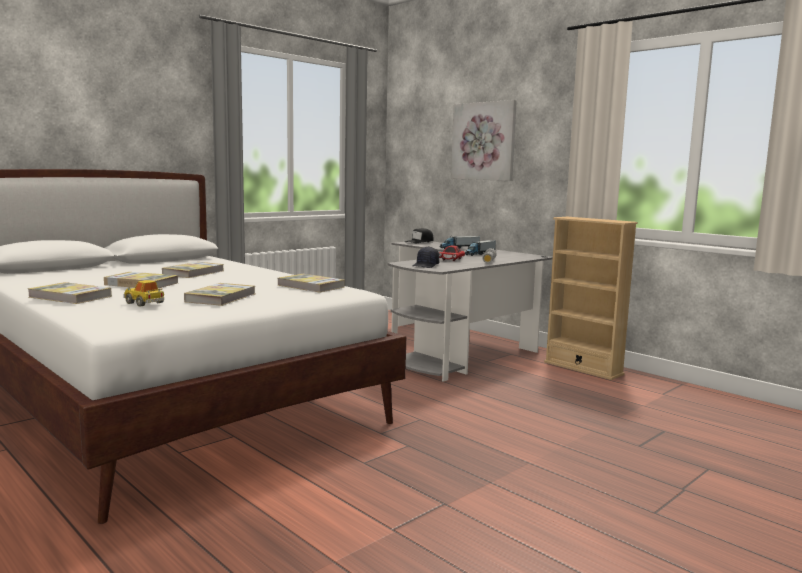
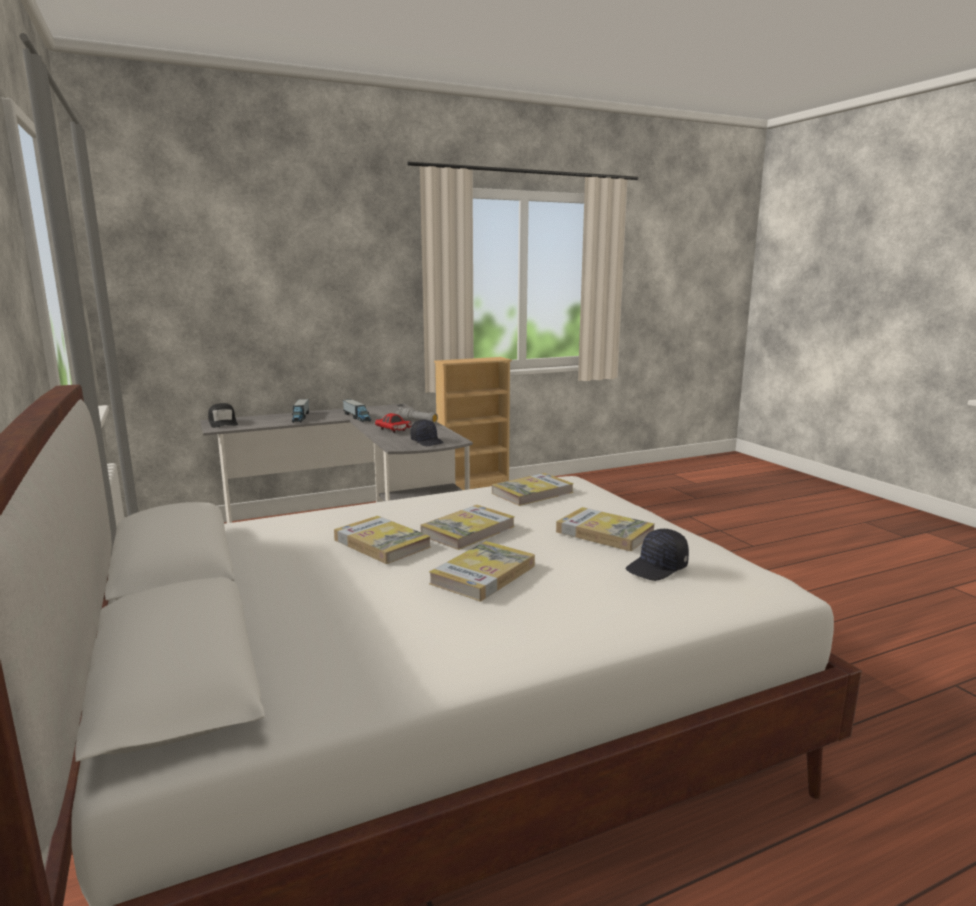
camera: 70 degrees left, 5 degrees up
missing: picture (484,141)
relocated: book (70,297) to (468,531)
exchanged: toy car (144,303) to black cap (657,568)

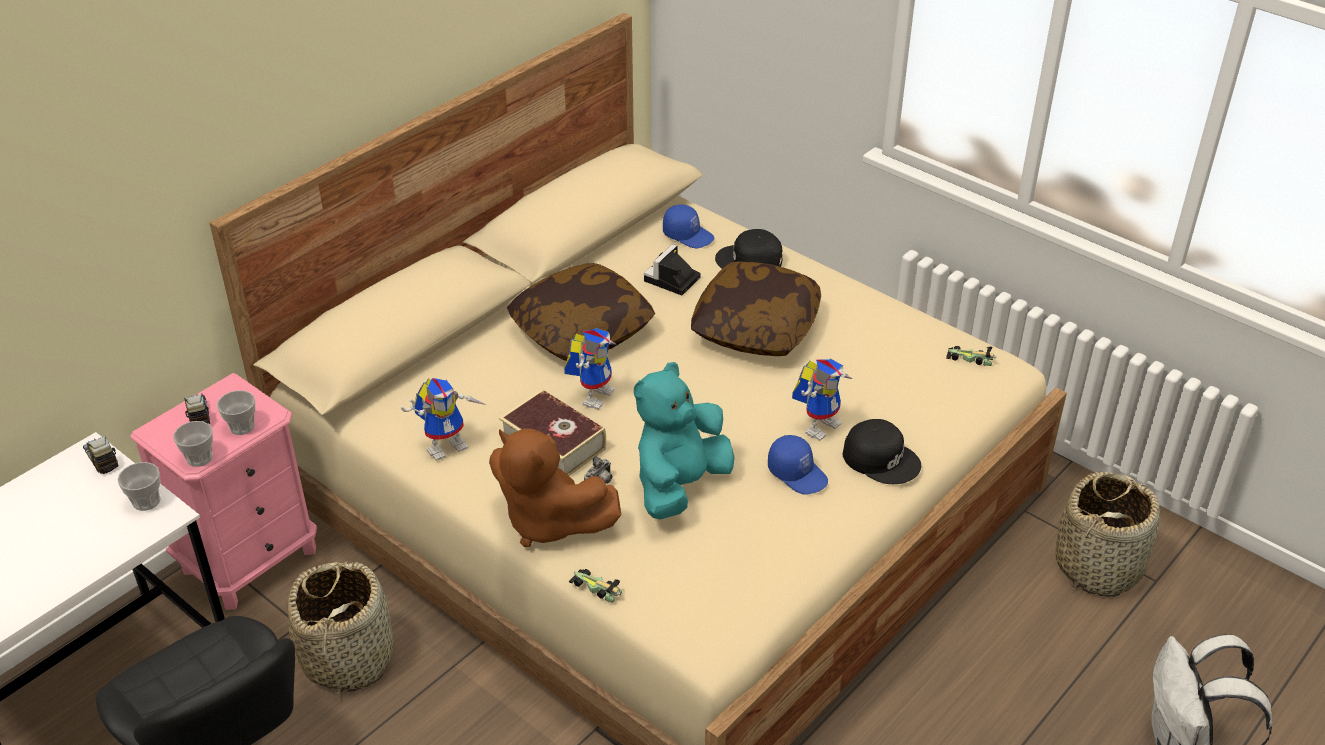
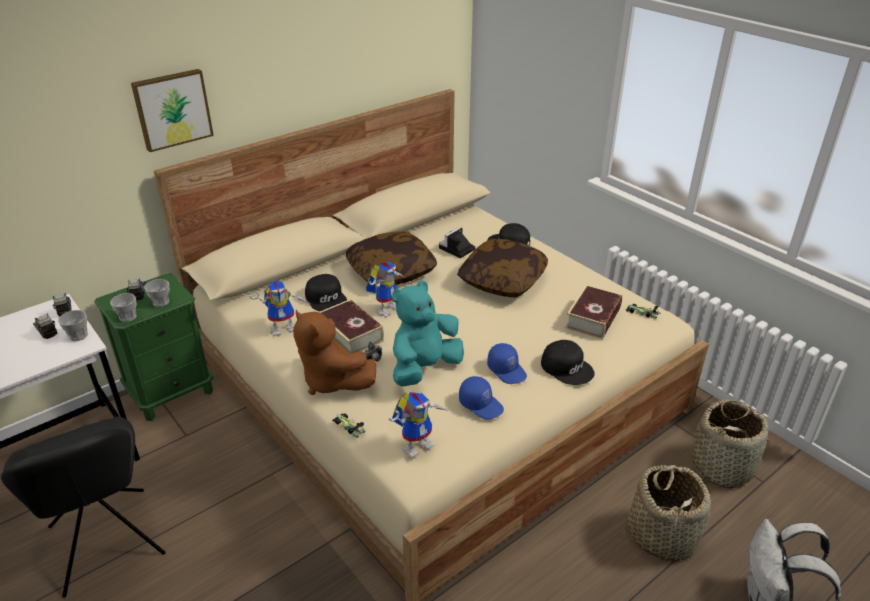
camera: 10 degrees right, 5 degrees down
appeared: toy truck (46,331); picture (172,109); black cap (326,298); book (593,318)
relocated: toy robot (820,424) to (417,443); blue cap (688,235) to (481,404); basket (348,657) to (662,534)
colour: pink nightstand (250,560) to green nightstand (171,393)

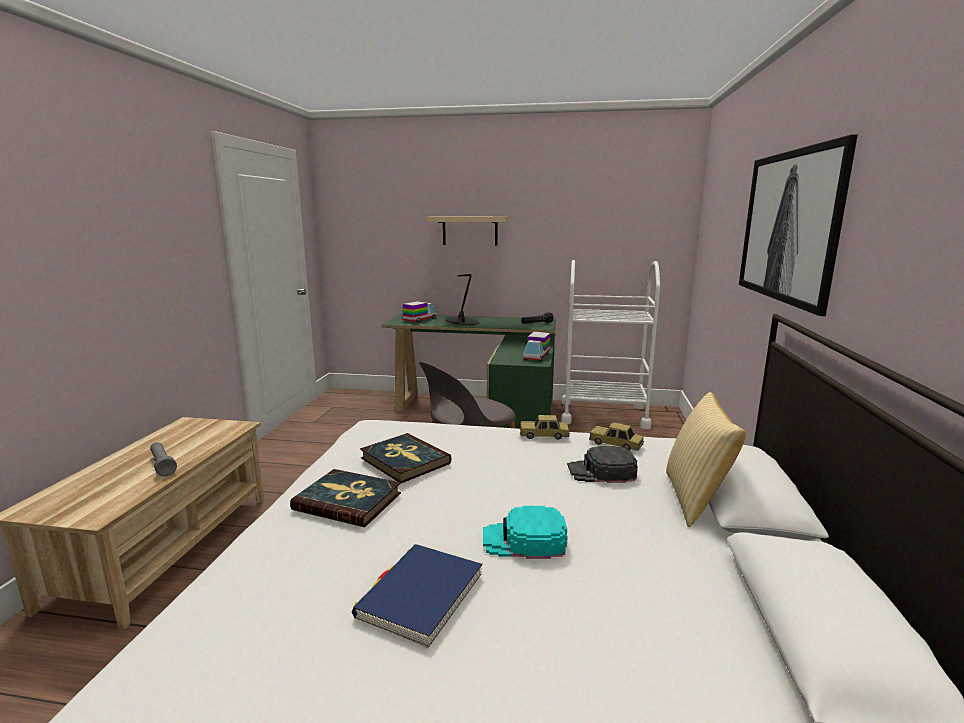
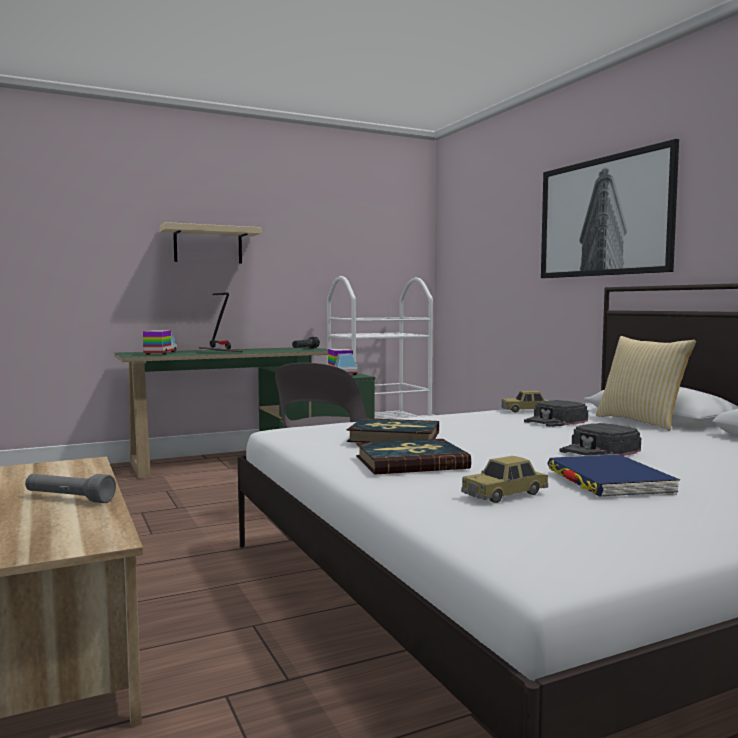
camera: 35 degrees left, 10 degrees down
relocated: toy car (544,435) to (505,494)
colour: turquoise cap (524,540) to black cap (599,451)

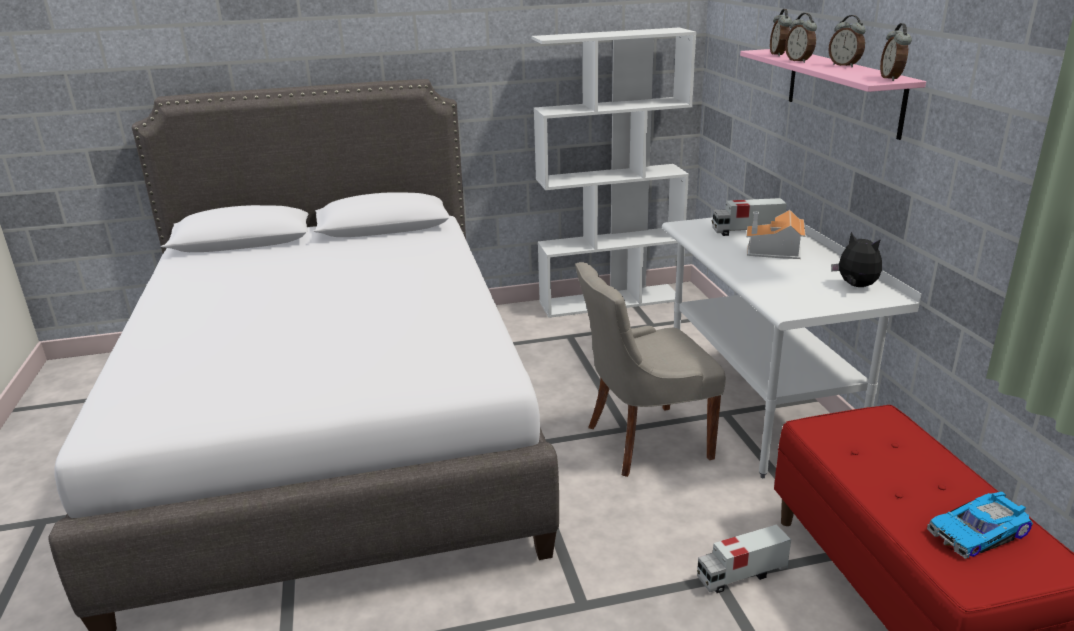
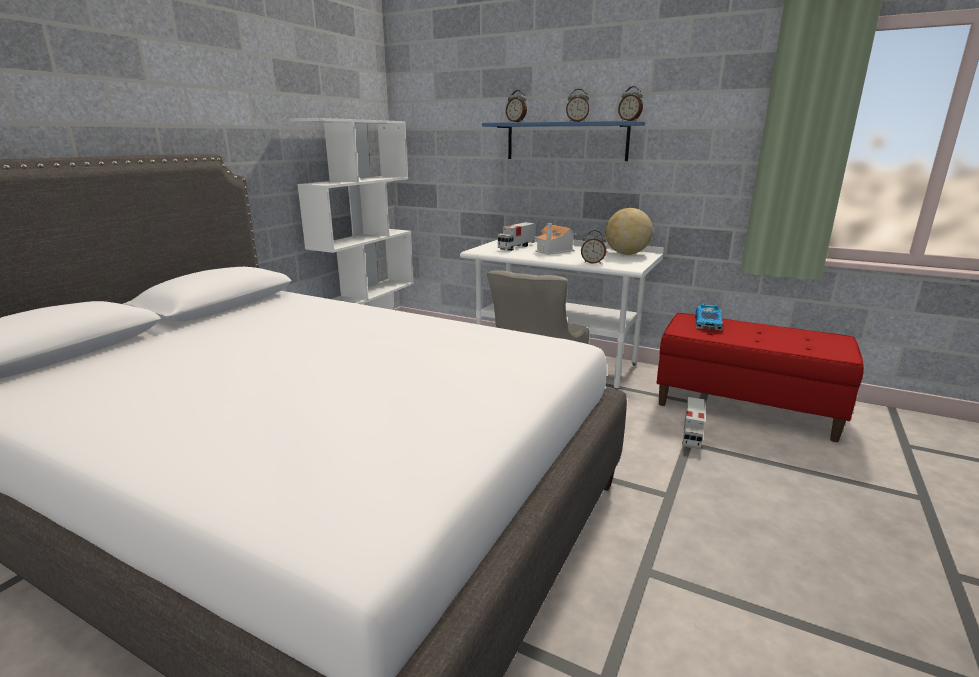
camera: 50 degrees left, 5 degrees down
relocated: alarm clock (799,61) to (592,263); toy car (979,534) to (708,323)
exchanged: plush toy (855,286) to globe (626,254)
colour: pink shelf (843,90) to blue shelf (566,141)

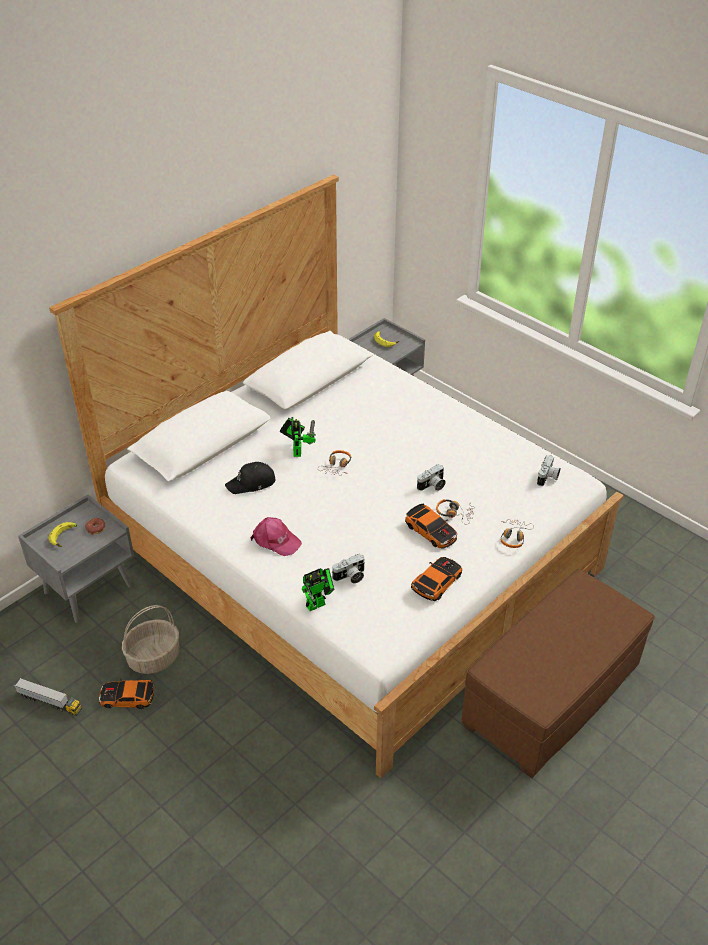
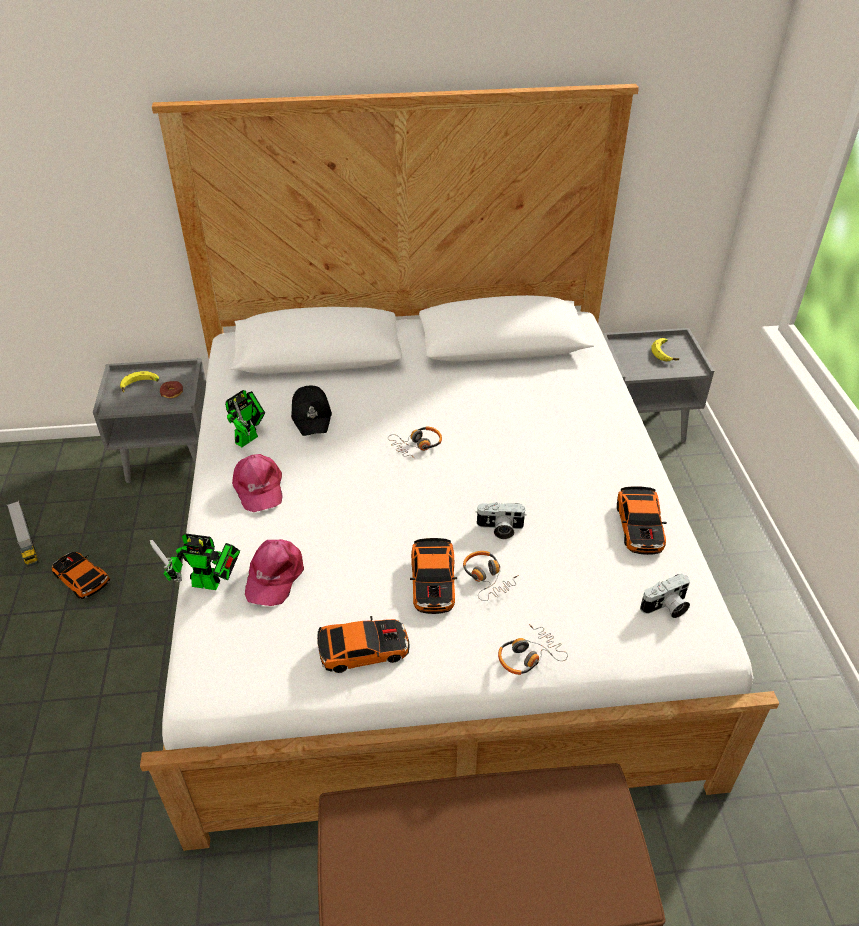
camera: 40 degrees right, 0 degrees up
missing: basket (154,657)
appeared: toy car (641,526)
relocated: toy robot (297,449) to (249,437)
exchanged: photo camera (350,577) to pink cap (274,575)
spun: black cap (251,483) = (312,416) 120 degrees counterclockwise

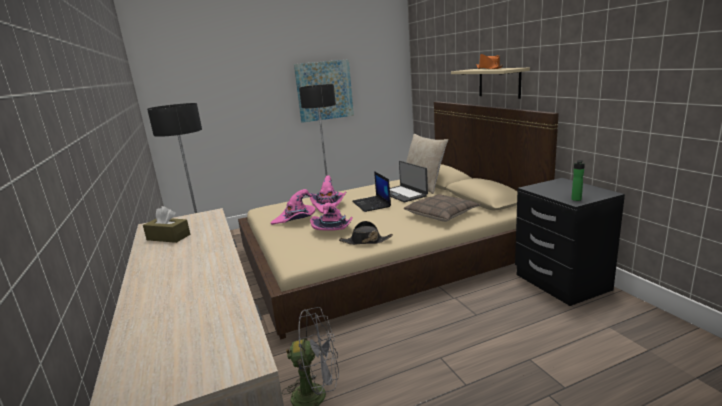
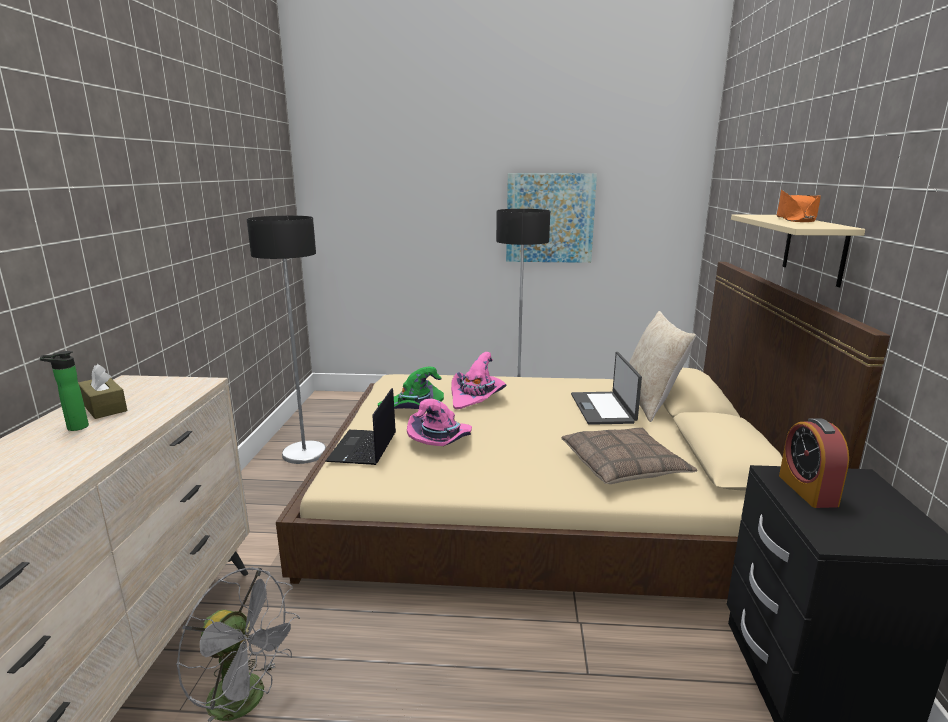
camera: 25 degrees right, 0 degrees up
missing: black hat (365,241)
appeared: alarm clock (807,490)
relocated: bottle (576,200) to (74,428); laptop (372,204) to (363,448)
colour: pink hat (296,219) to green hat (413,408)

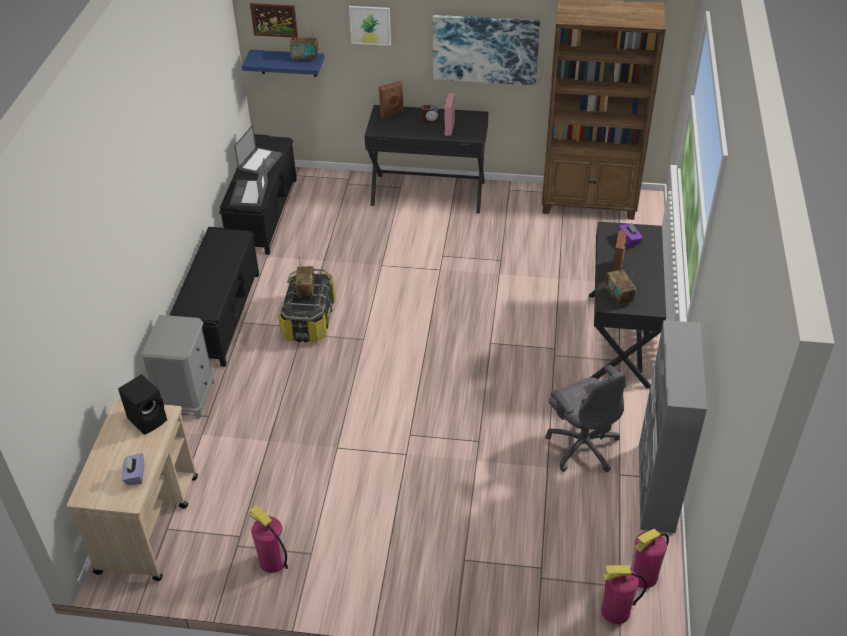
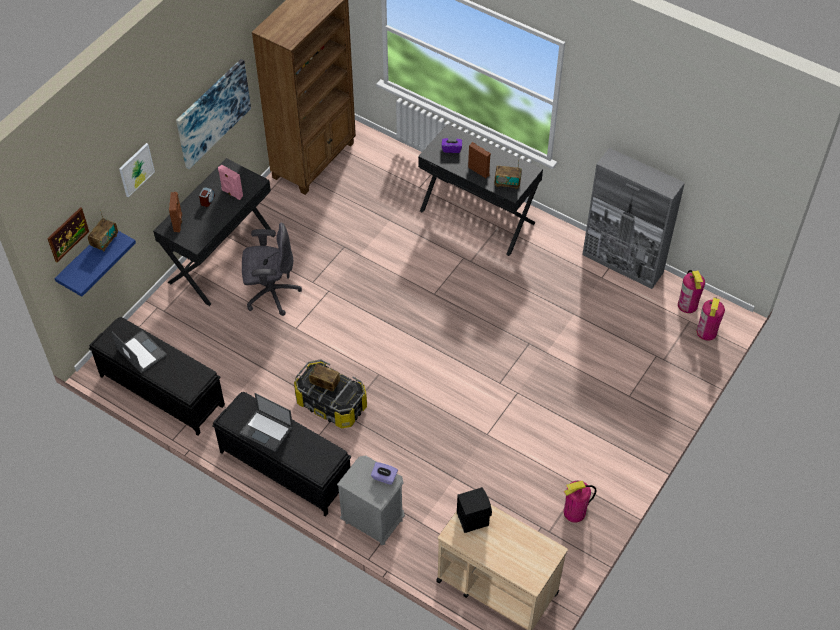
camera: 65 degrees left, 10 degrees up
relocated: laptop (249,194) to (267,430); grey office chair (582,446) to (271,293); purple tissue box (135,475) to (384,477)

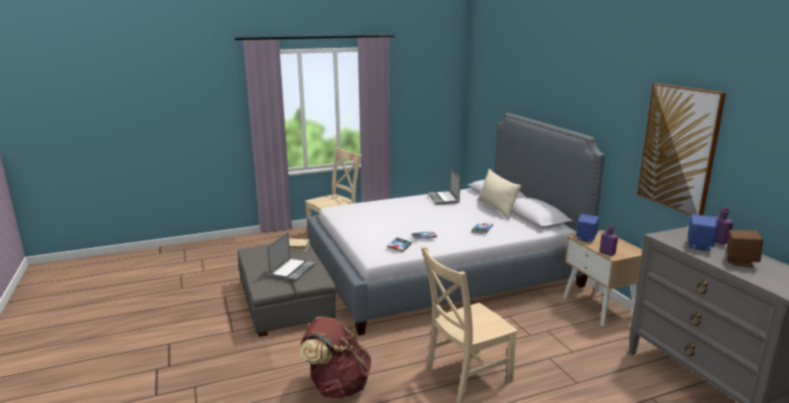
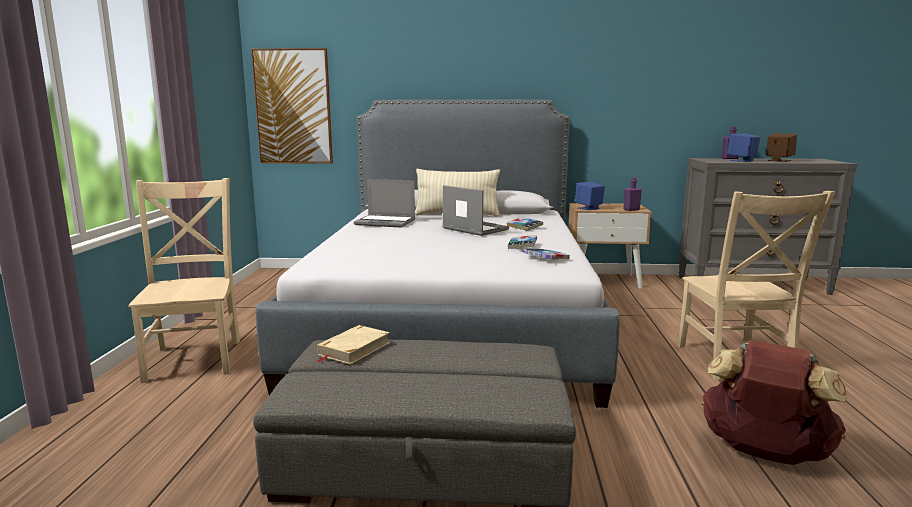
camera: 65 degrees left, 5 degrees down
relocated: picture (678,148) to (293,107); laptop (292,270) to (474,229)

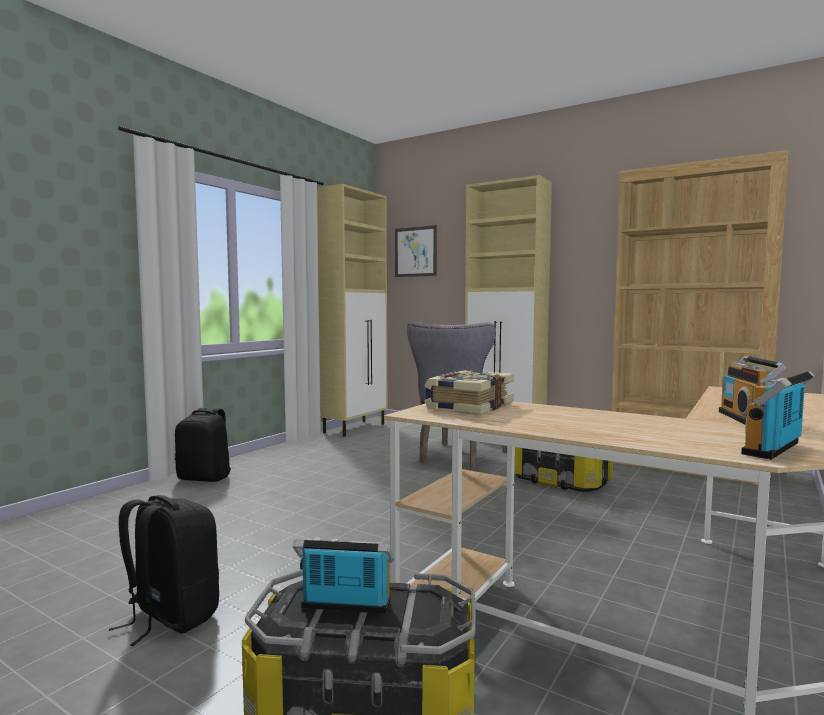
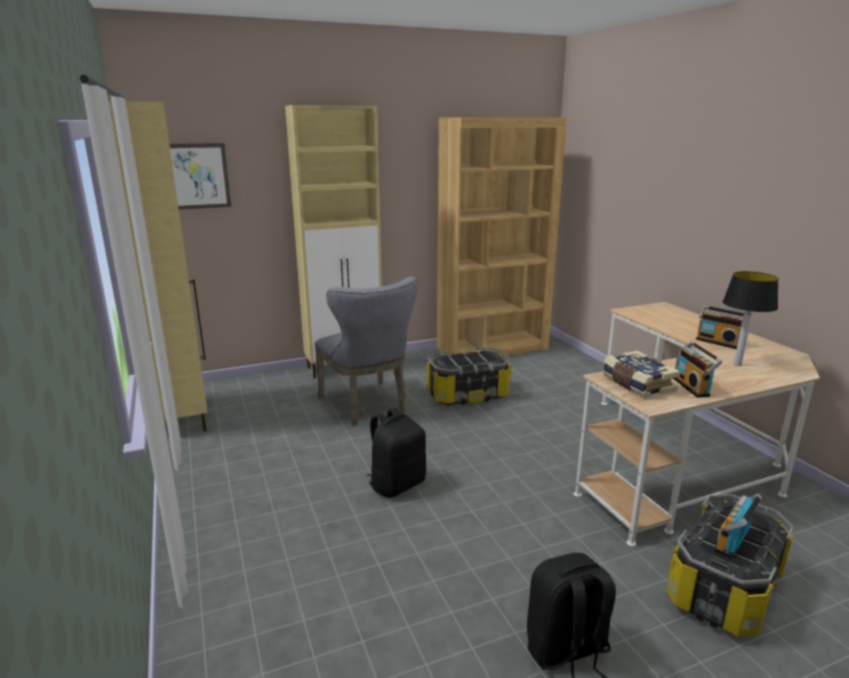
camera: 55 degrees left, 15 degrees up
appeared: table lamp (737,364)
relocated: black backpack (205,478) to (397,484); radio (776,449) to (692,387)

